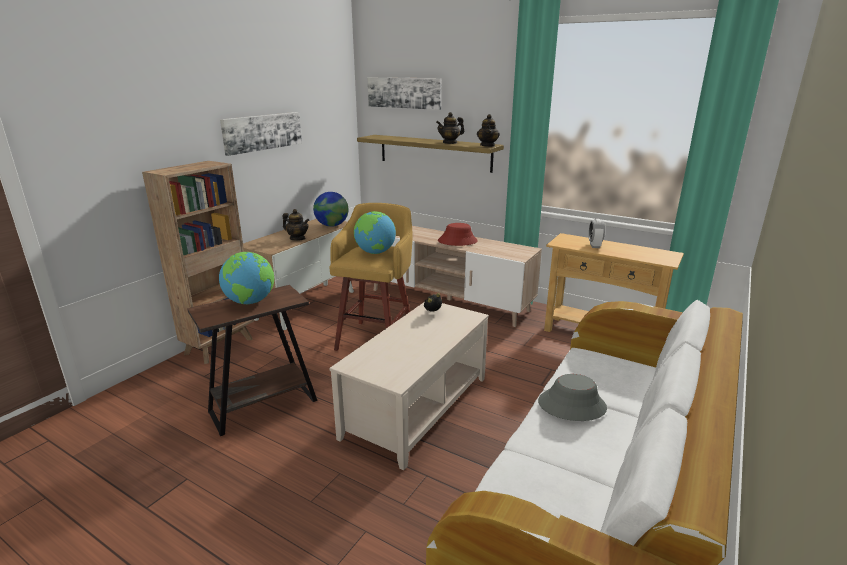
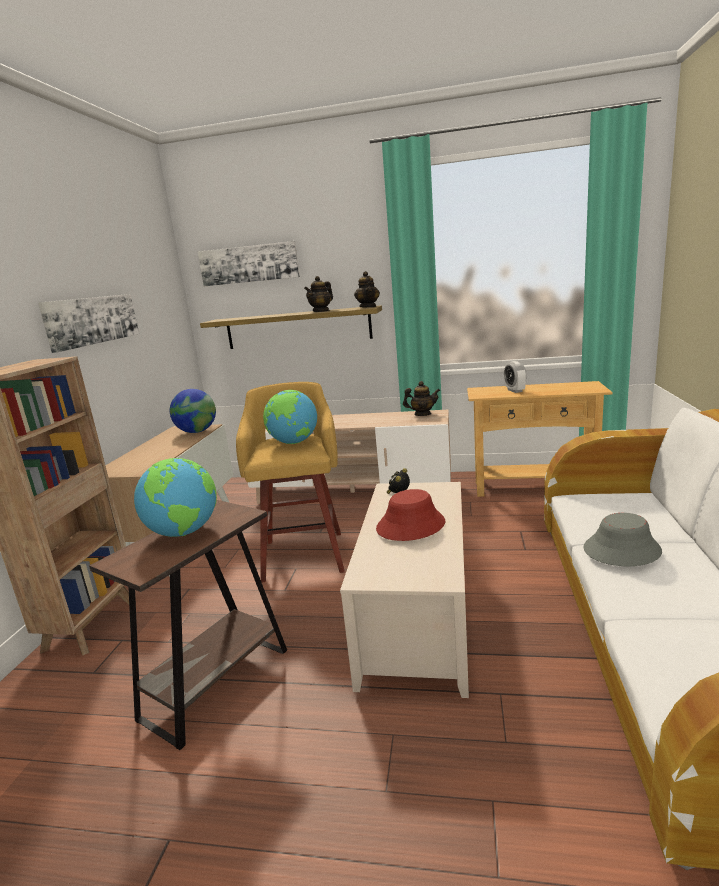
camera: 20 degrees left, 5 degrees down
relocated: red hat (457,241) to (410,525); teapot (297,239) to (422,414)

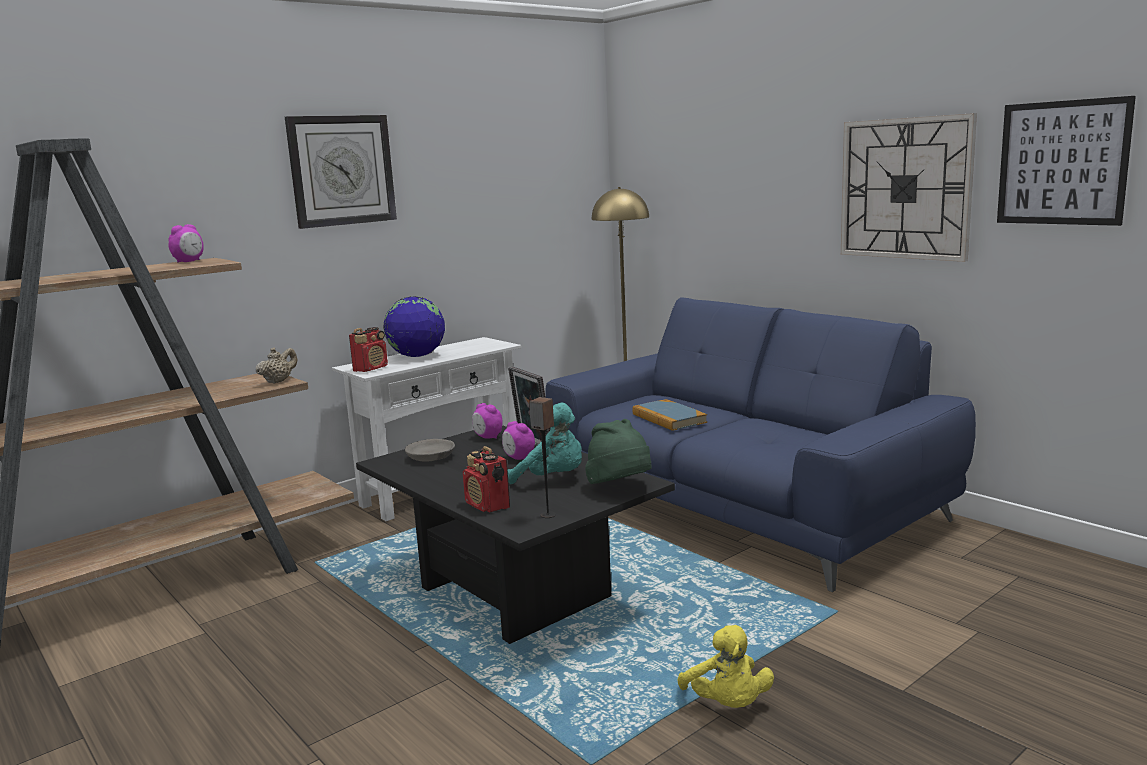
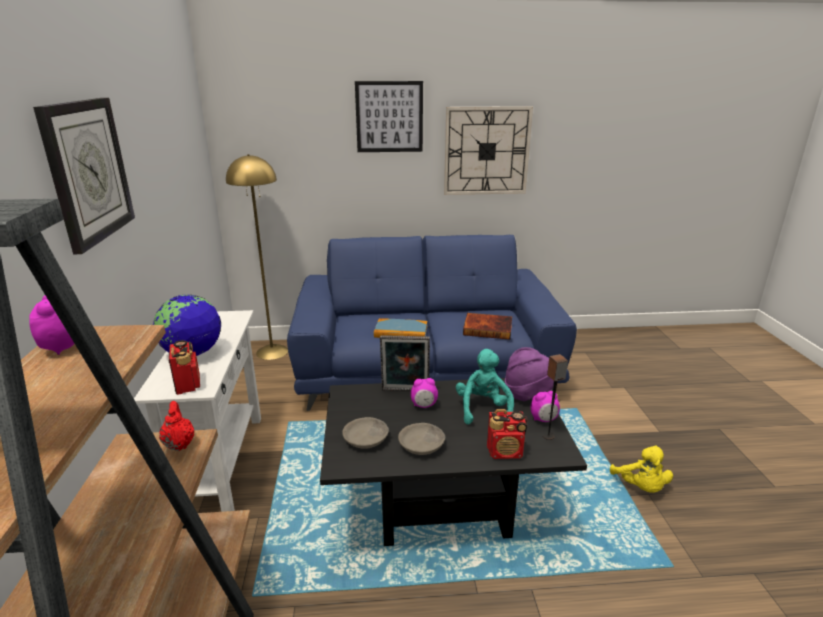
camera: 55 degrees left, 10 degrees up
appeared: grey bowl (422,445); book (488,328)
relocated: picture (1062,163) to (389,117); alarm clock (488,437) to (543,419)
colour: beige teapot (278,381) to red teapot (179,444); green hat (621,488) to purple hat (528,394)
spun: turquoise plush toy (553,479) = (483,409) 60 degrees counterclockwise; yellow plush toy (727,705) = (640,487) 60 degrees clockwise

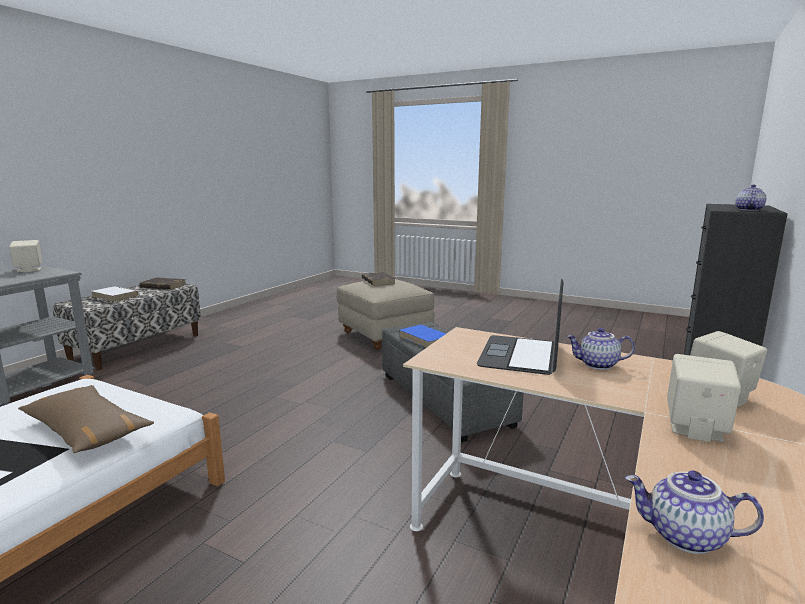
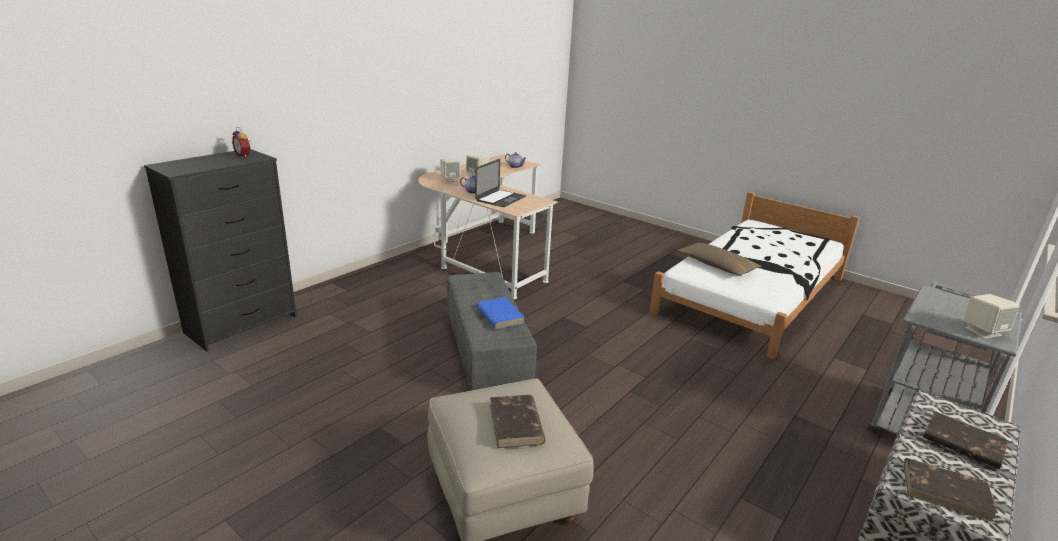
camera: 170 degrees left, 10 degrees up
exchanged: teapot (748,210) to alarm clock (244,155)
colour: white book (115,296) to brown book (962,443)

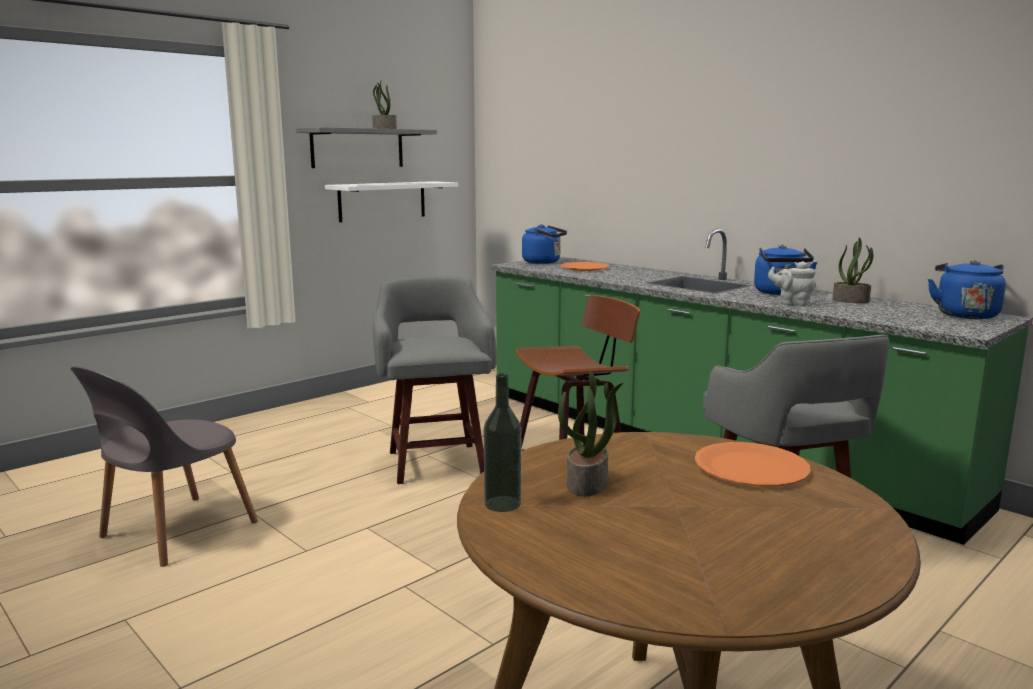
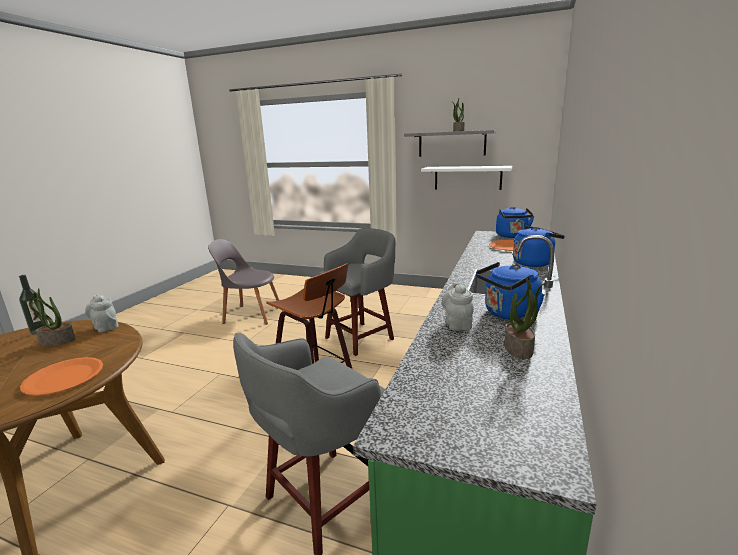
camera: 65 degrees right, 5 degrees up
appeared: grey teapot (105,327)
relocated: blue kettle (965,314) to (534,263)

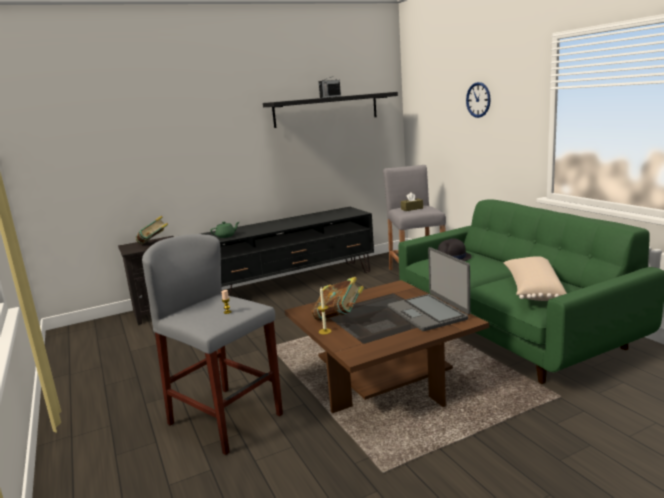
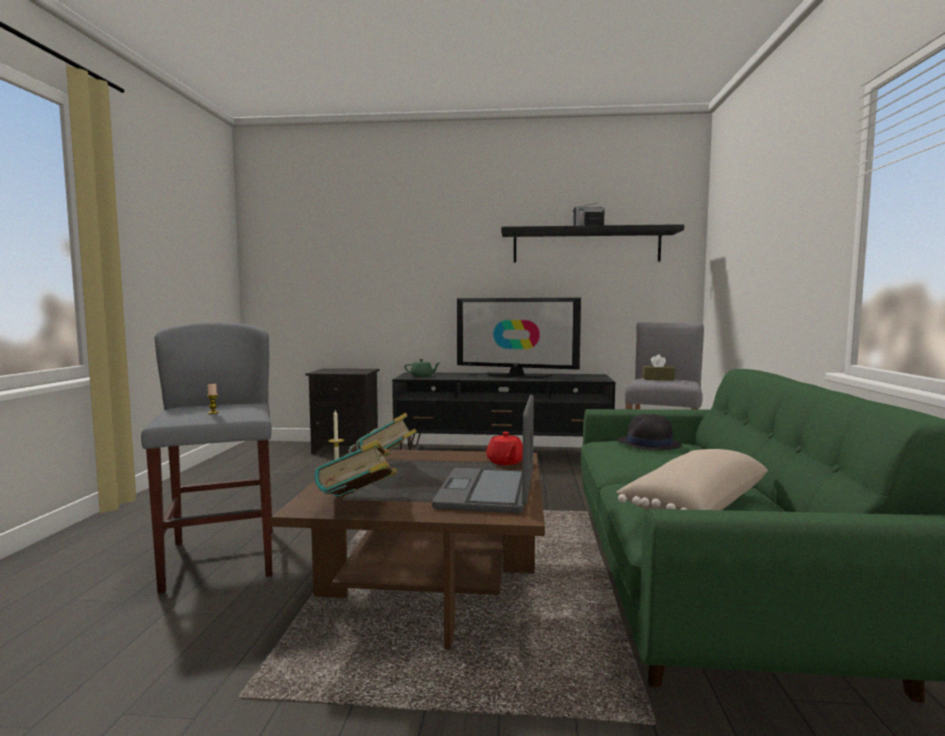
camera: 30 degrees right, 10 degrees down
missing: wall clock (478,100)
appeared: television (516,375); red teapot (505,462)
relocated: book (154,244) to (359,504)

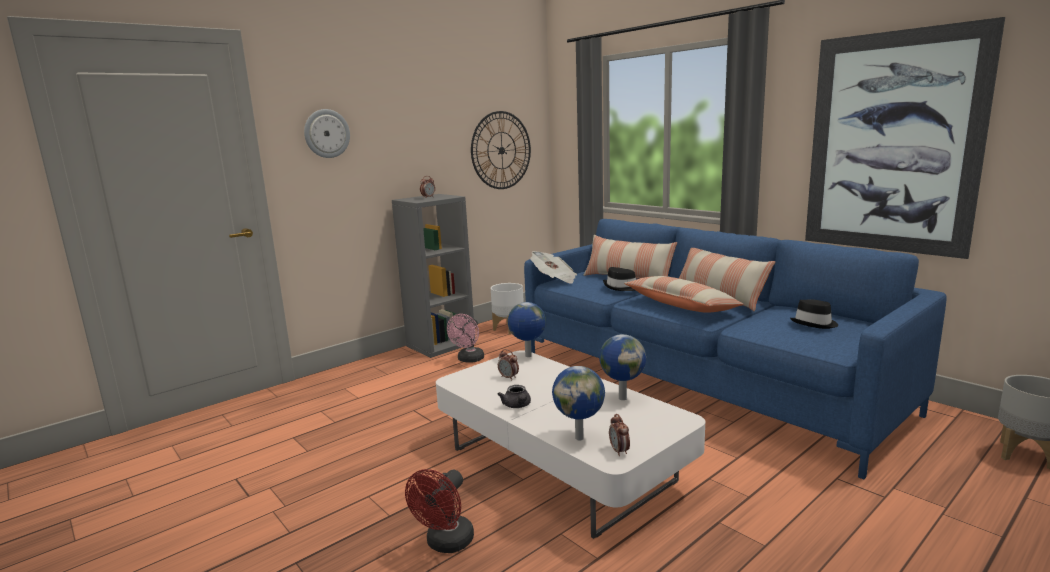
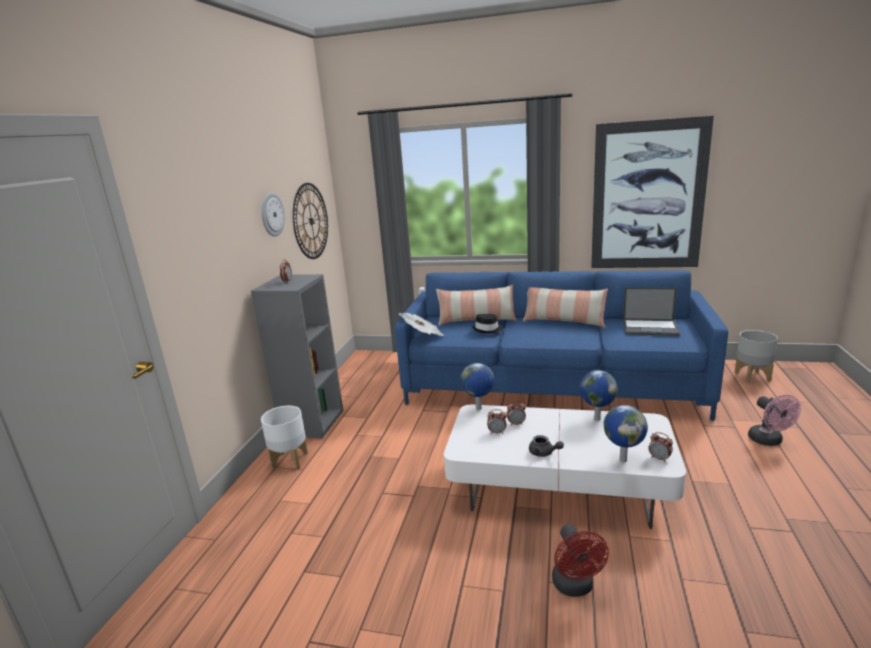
camera: 35 degrees left, 5 degrees up
missing: pillow (681,306)
appeared: alarm clock (516,424)
relocated: wall clock (326,133) to (272,214); white planter (509,329) to (290,460); pink fan (469,360) to (769,441)
exchanged: black hat (815,324) to laptop (650,328)

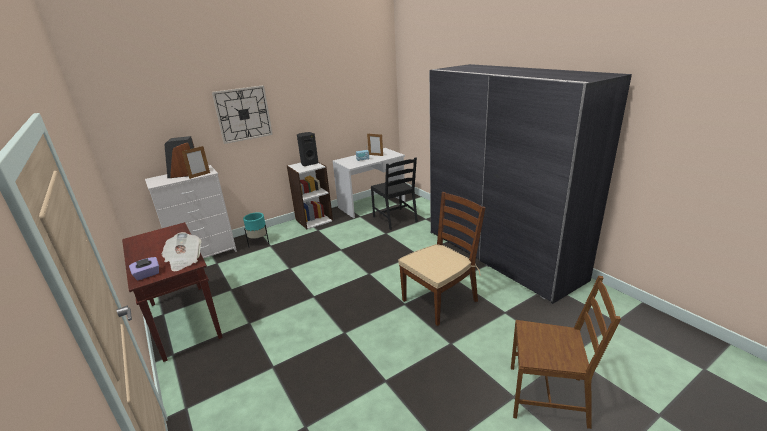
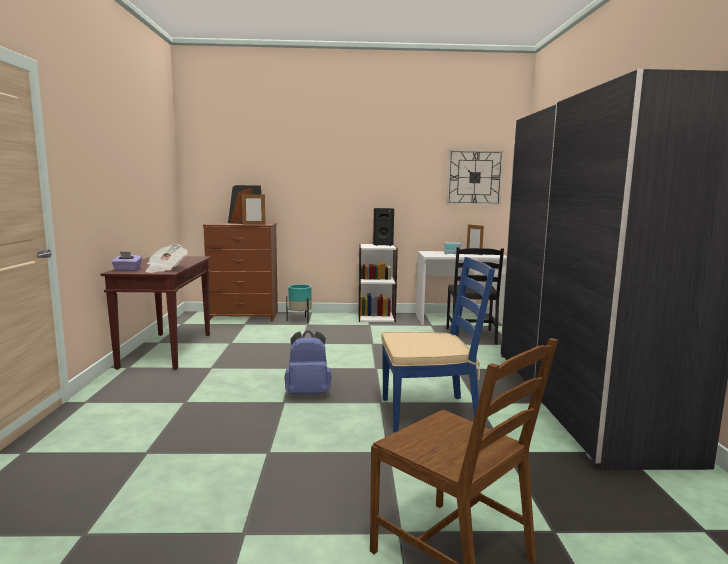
camera: 30 degrees right, 15 degrees down
appeared: blue backpack (308,393)
relocated: wall clock (243,114) to (474,177)
colour: white dresser (205,254) to brown dresser (244,316); brown chair (440,300) to blue chair (430,413)

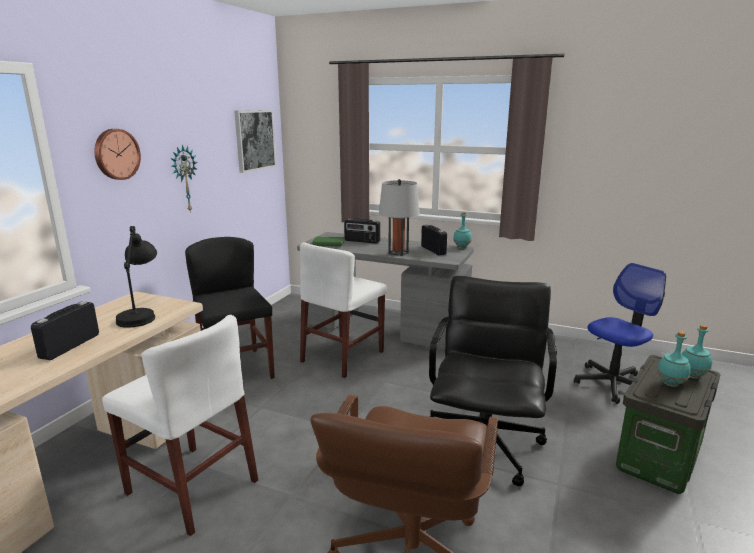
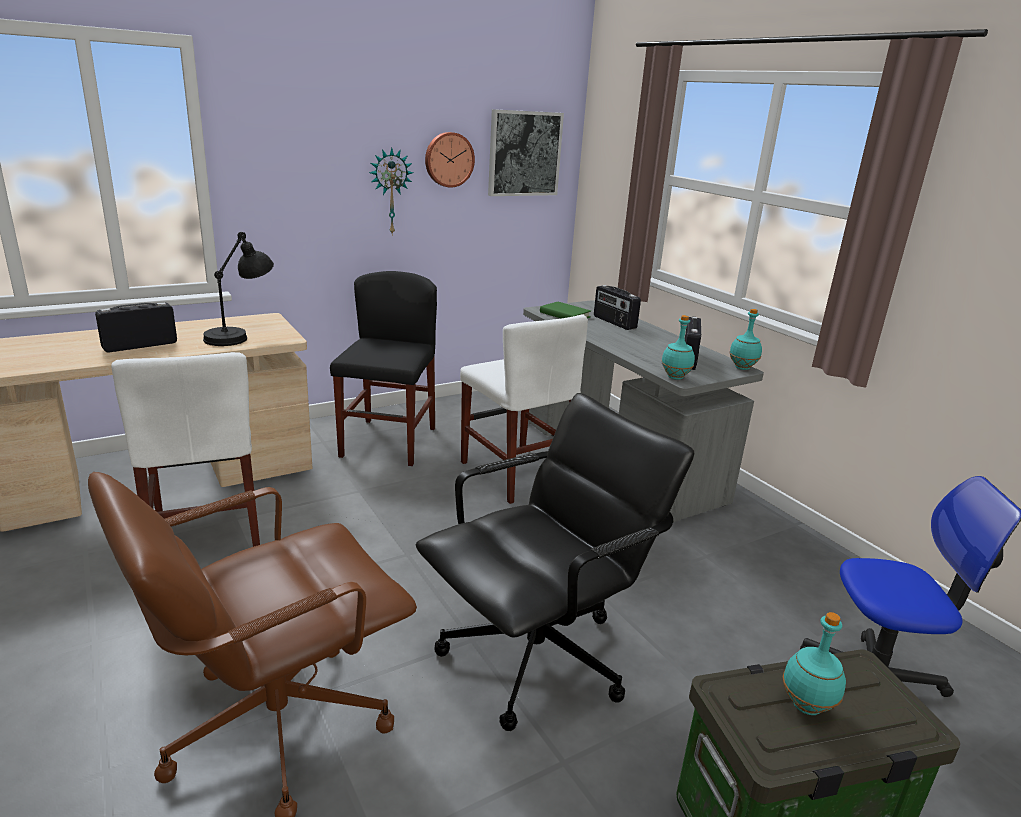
camera: 35 degrees right, 5 degrees up
missing: grey table lamp (398,253)
relocated: wall clock (116,154) to (448,159); turquoise bottle (692,375) to (675,377)
spun: white chair (342,356) = (517,472) 105 degrees counterclockwise

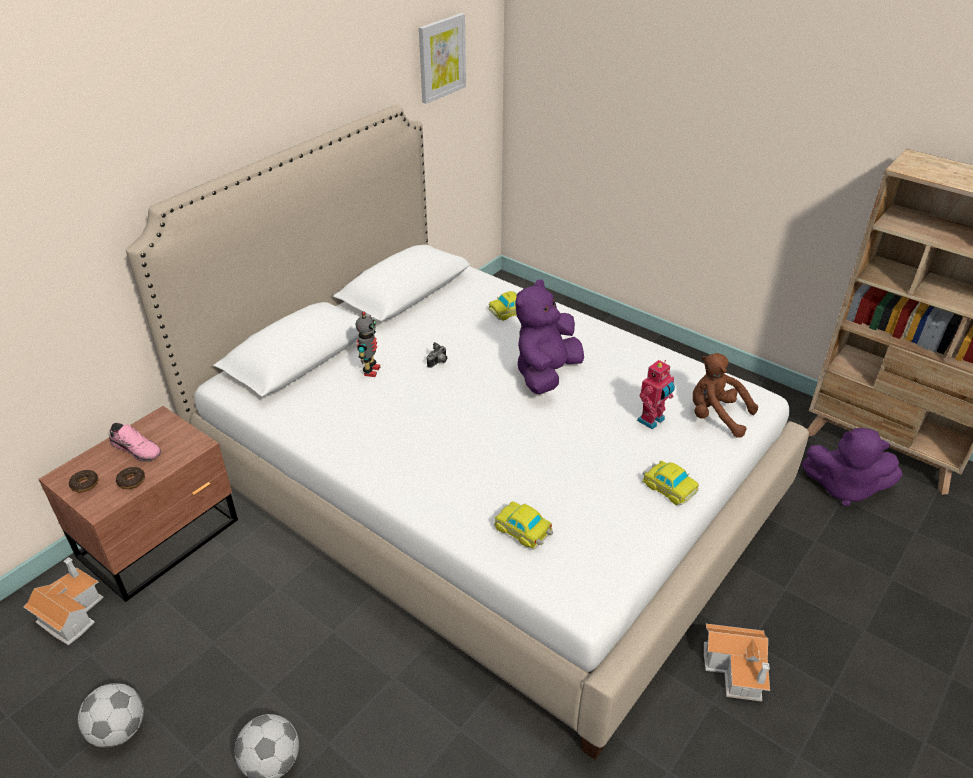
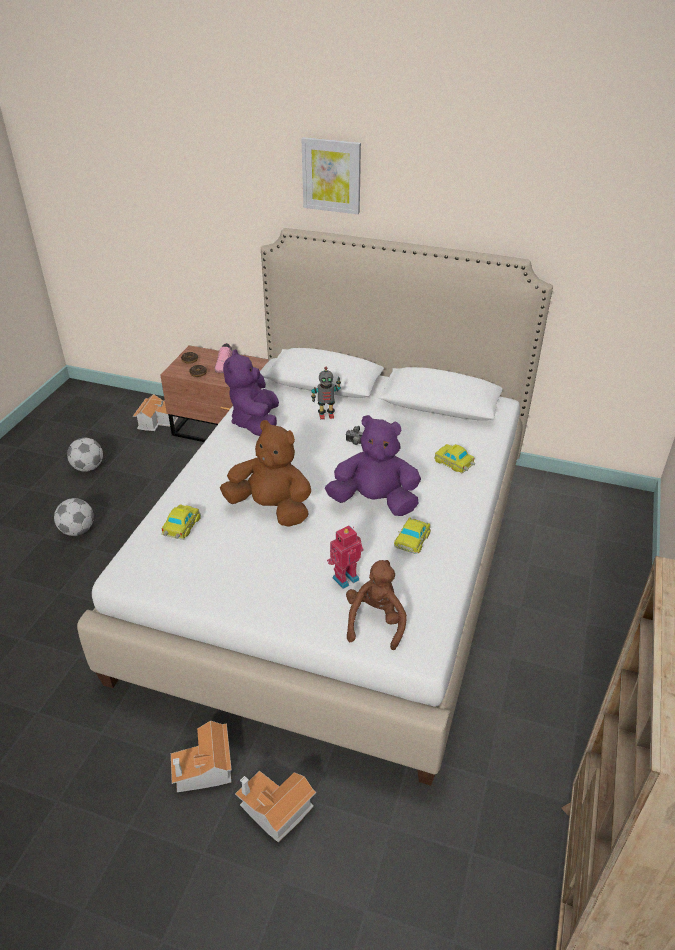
camera: 70 degrees right, 0 degrees up
appeared: brown plush toy (271,508); toy house (274,810)
relocated: purple plush toy (844,487) to (256,422); picture (441,58) to (331,175); toy car (668,486) to (412,539)
spun: toy robot (652,421) = (344,577) 120 degrees clockwise

